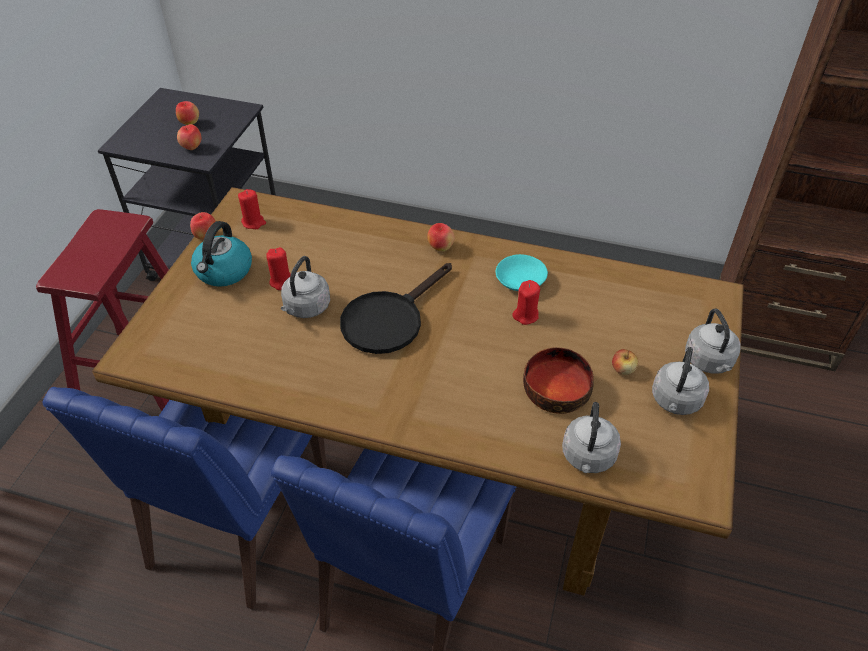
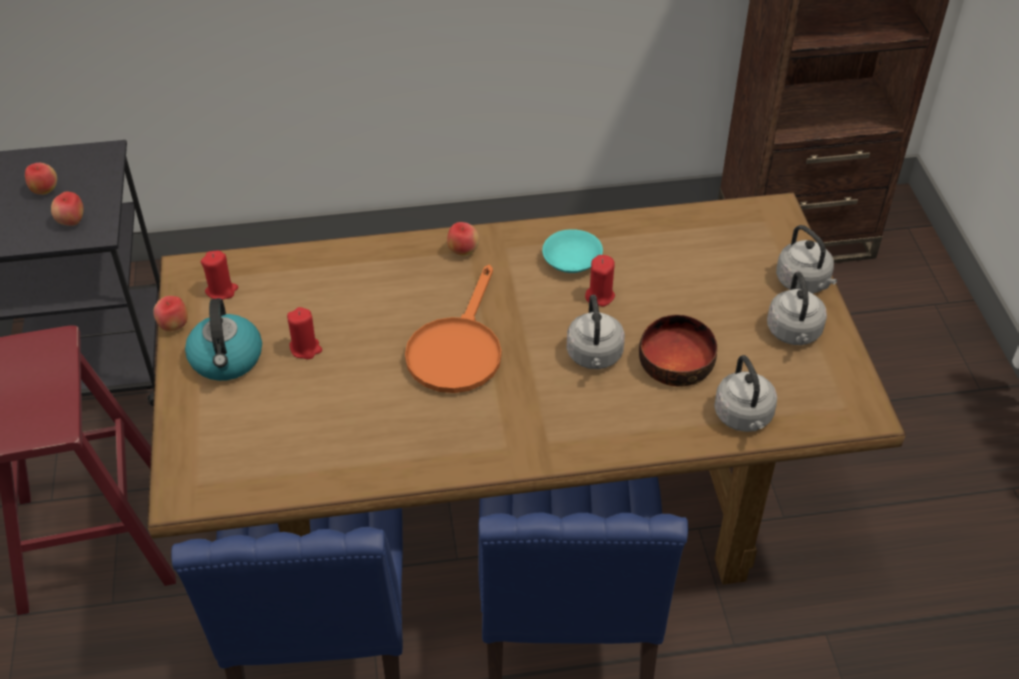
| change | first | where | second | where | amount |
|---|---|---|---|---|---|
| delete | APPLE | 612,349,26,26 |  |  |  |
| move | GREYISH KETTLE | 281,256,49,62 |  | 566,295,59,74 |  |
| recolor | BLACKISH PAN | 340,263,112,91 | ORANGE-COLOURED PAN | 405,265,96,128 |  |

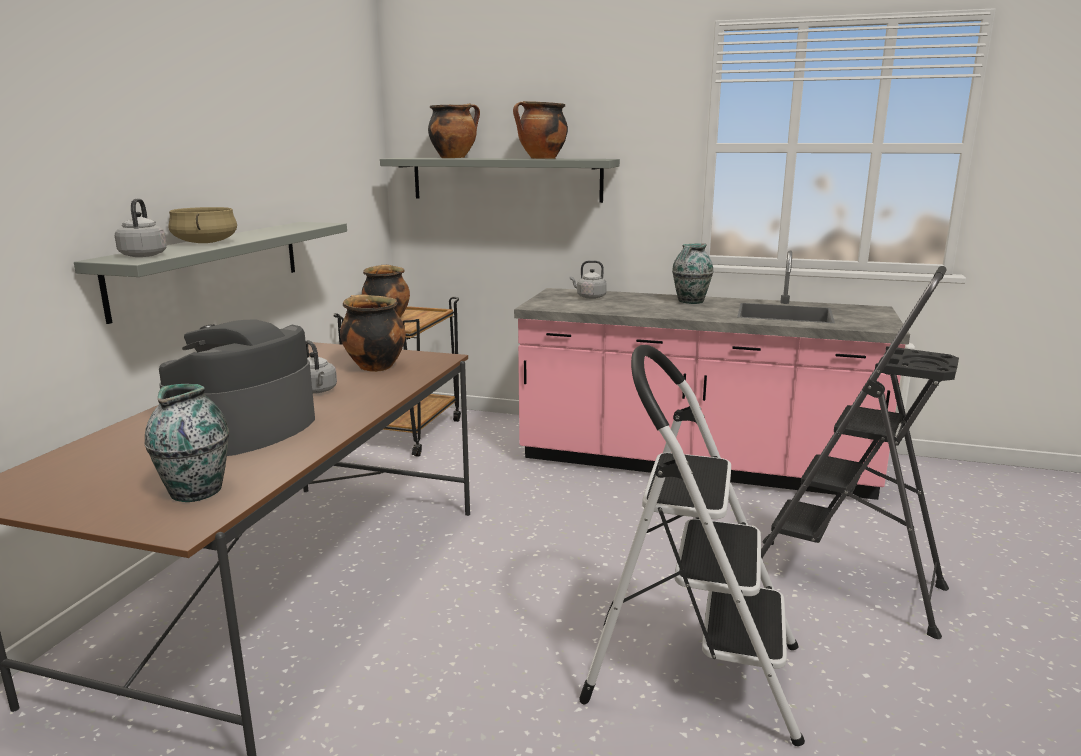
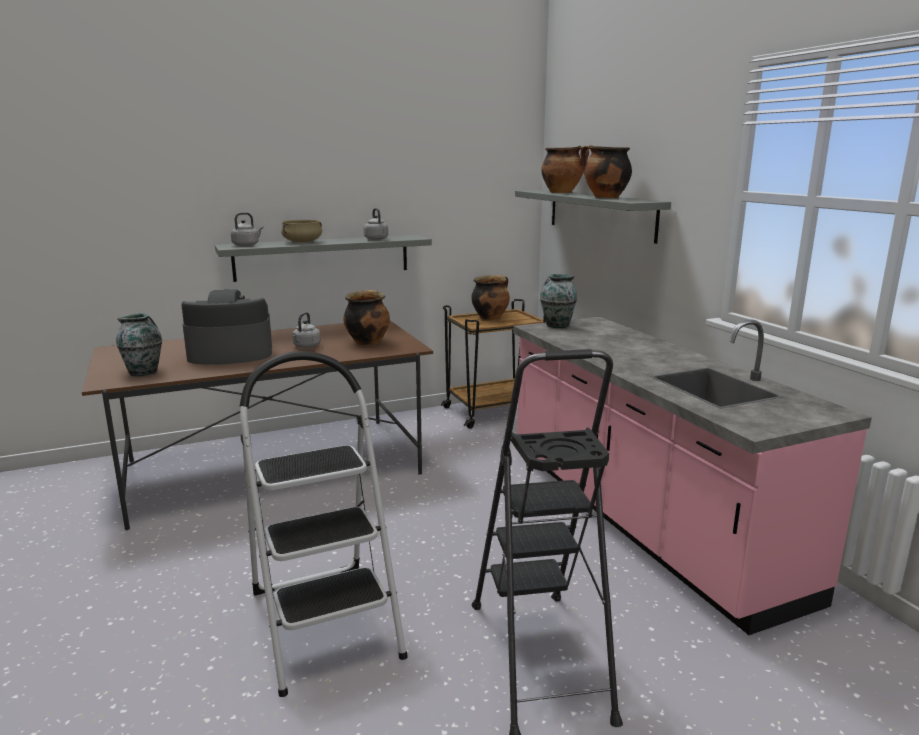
| change | first | where | second | where | amount |
|---|---|---|---|---|---|
| move | GREYISH KETTLE | 570,260,37,39 |  | 364,208,24,32 |  |
| move | FLOWER VASE | 672,243,41,61 |  | 540,274,37,54 |  |

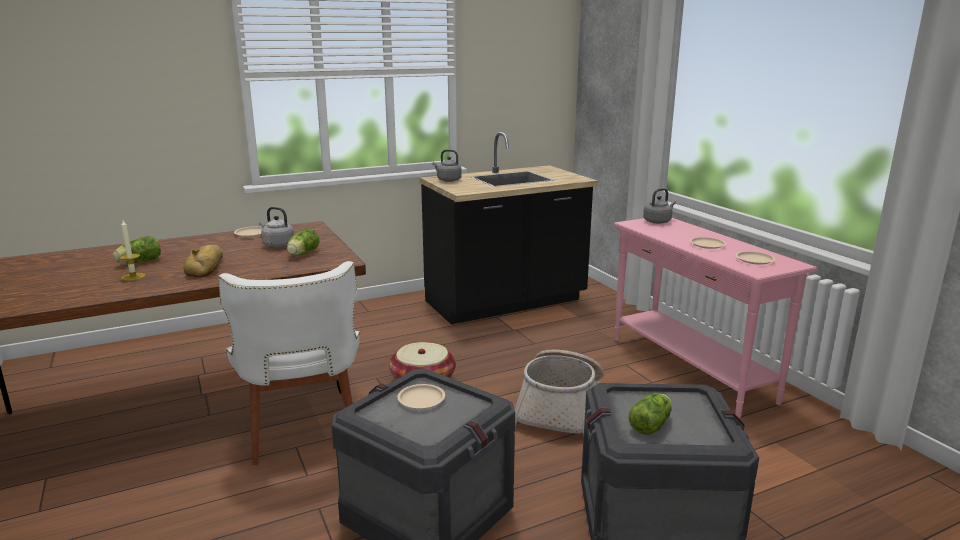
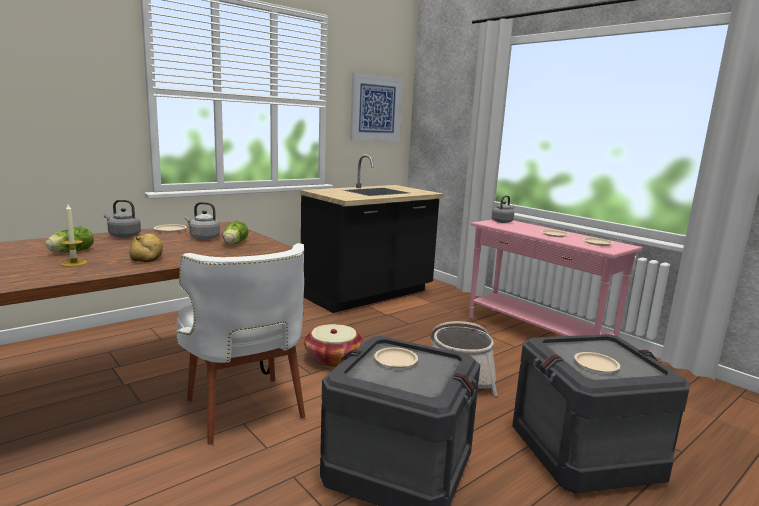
| change | first | where | second | where | amount |
|---|---|---|---|---|---|
| insert |  |  | WALL ART | 350,72,53,69 |  |
| move | GREYISH KETTLE | 433,150,29,32 |  | 104,200,37,38 |  |
| replace | LETTUCE HEAD | 629,393,43,42 | BEIGE PLATE | 574,352,46,20 |  |

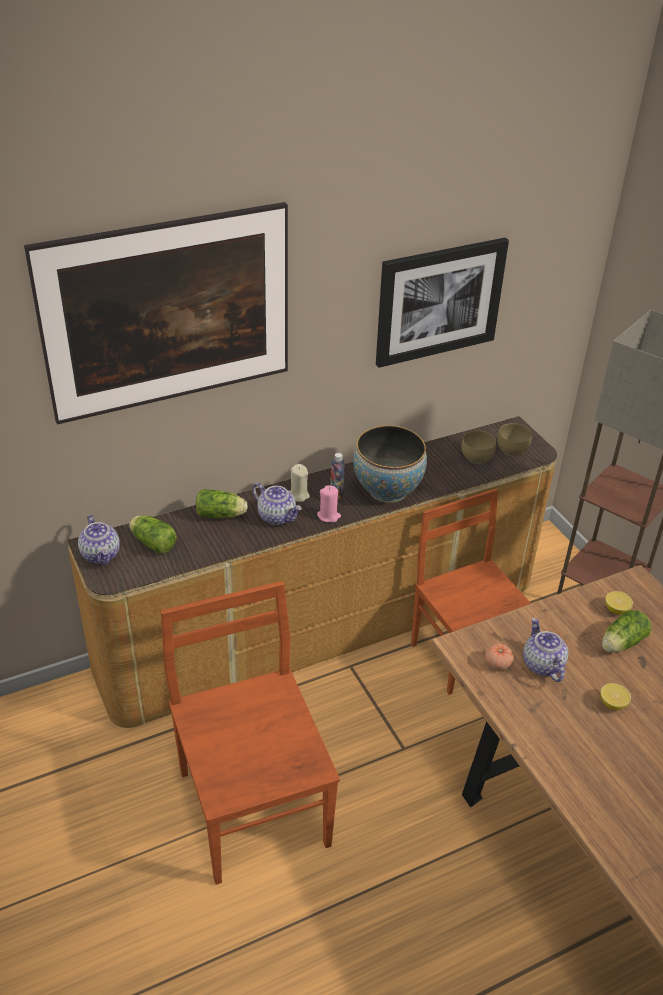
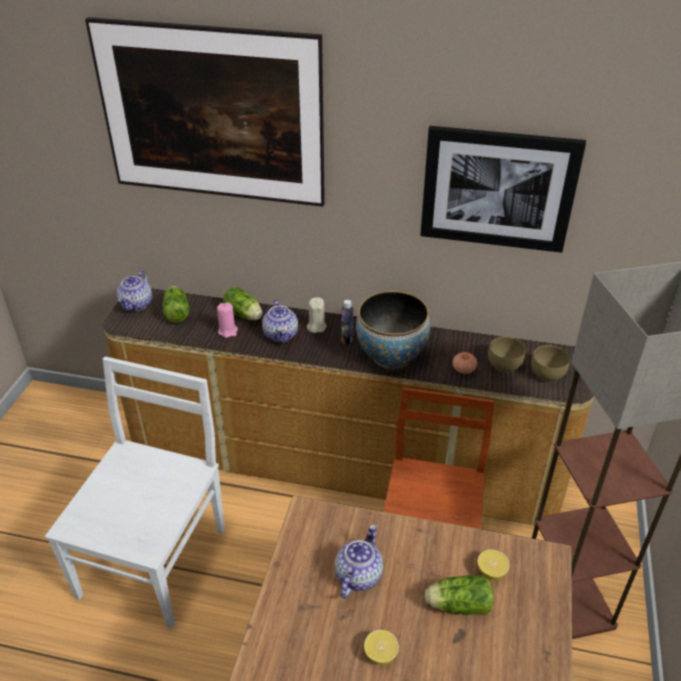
| change | first | where | second | where | amount |
|---|---|---|---|---|---|
| move | PINKISH CANDLE | 317,485,24,37 |  | 217,302,21,36 |  |
| move | WHOLE TOMATO | 485,644,29,26 |  | 452,352,26,22 |  |
| recolor | BROWNISH PLAIN CHAIR | 161,581,179,304 | WHITE-COLOURED PLAIN CHAIR | 45,357,180,272 |  |

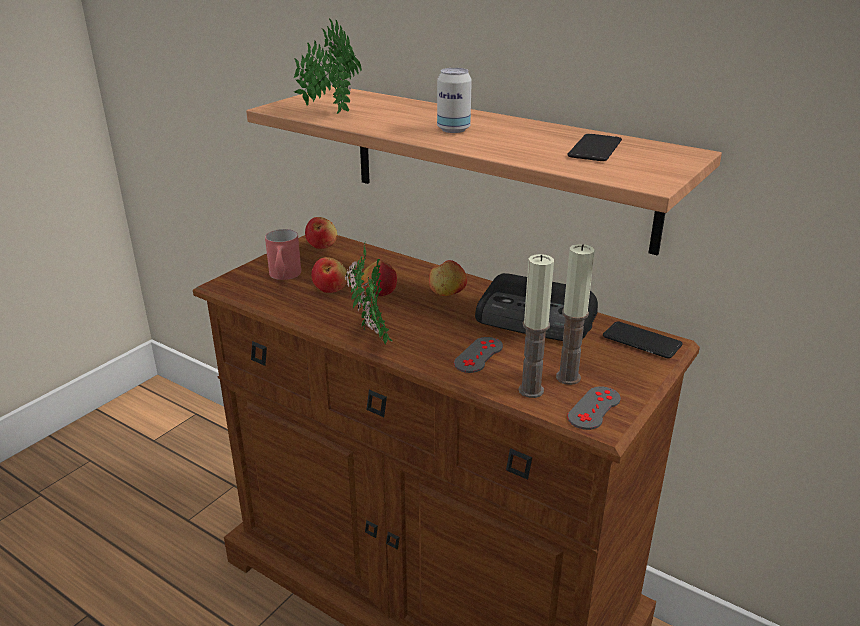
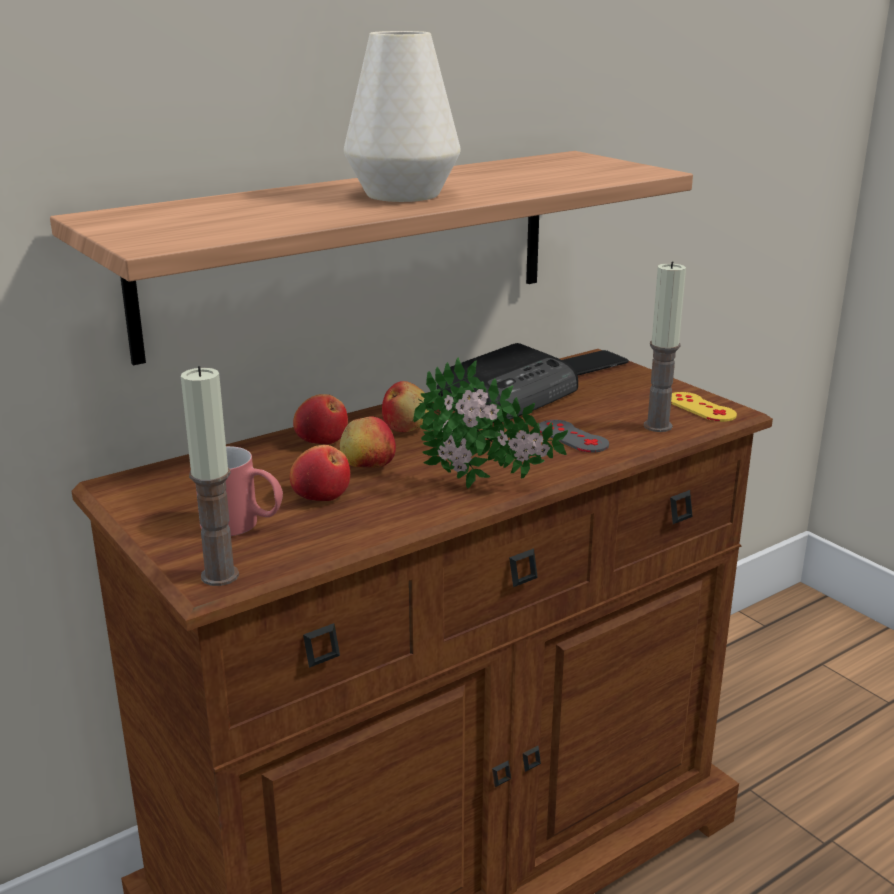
| change | first | where | second | where | amount |
|---|---|---|---|---|---|
| delete | POTTED PLANT | 294,19,68,95 |  |  |  |
| delete | HANDSET | 567,134,55,27 |  |  |  |
| move | APPLE | 305,217,32,32 |  | 293,394,55,51 |  |
| move | CANDLE | 556,244,39,141 |  | 181,366,58,220 |  |
| replace | SEALED CAN | 437,68,35,65 | WHITE-COLOURED FLOWER VASE | 344,31,116,171 |  |
| recolor | GREYISH GAME CONTROLLER | 567,387,54,43 | YELLOW-COLOURED GAME CONTROLLER | 671,392,66,30 |  |

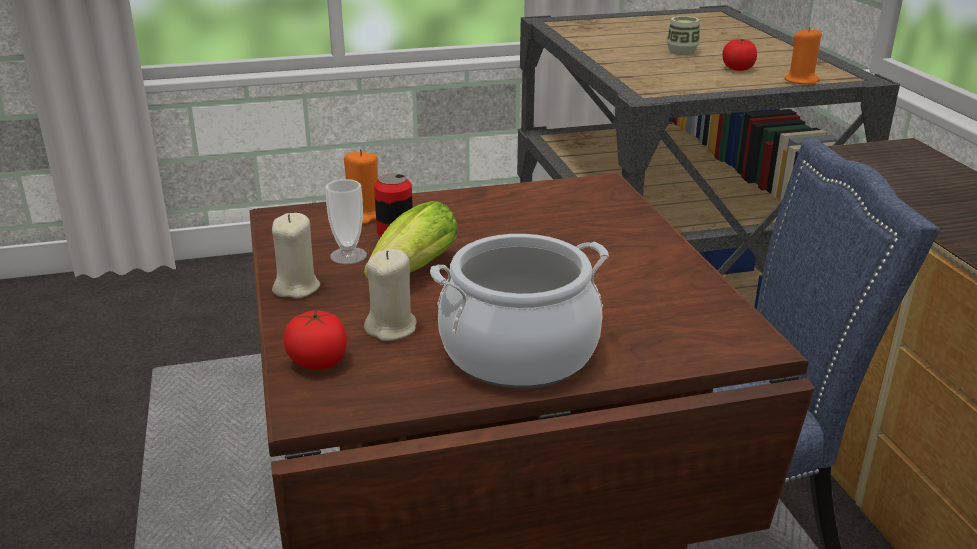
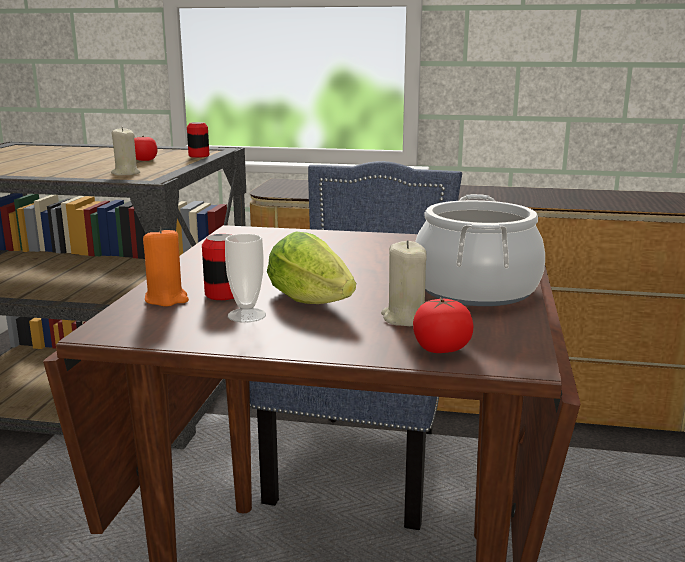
| change | first | where | second | where | amount |
|---|---|---|---|---|---|
| delete | DRINKING CUP | 667,16,32,39 |  |  |  |
| move | BEIGE CANDLE | 272,213,48,86 |  | 111,127,29,49 |  |
| replace | ORANGE-COLOURED CANDLE | 784,27,38,58 | SEALED CAN | 187,122,22,36 |  |

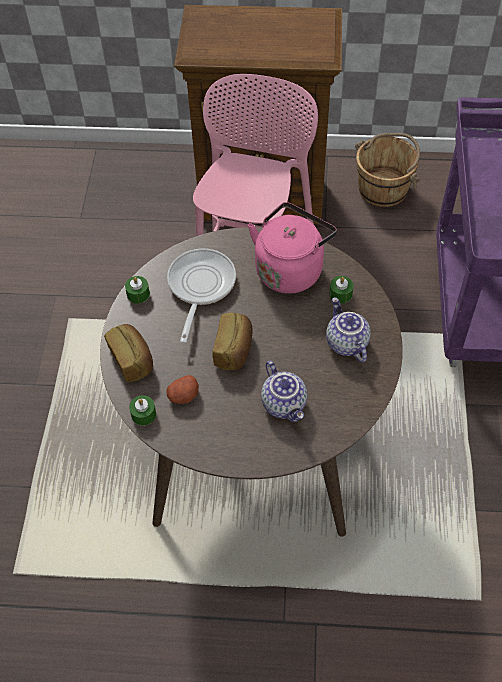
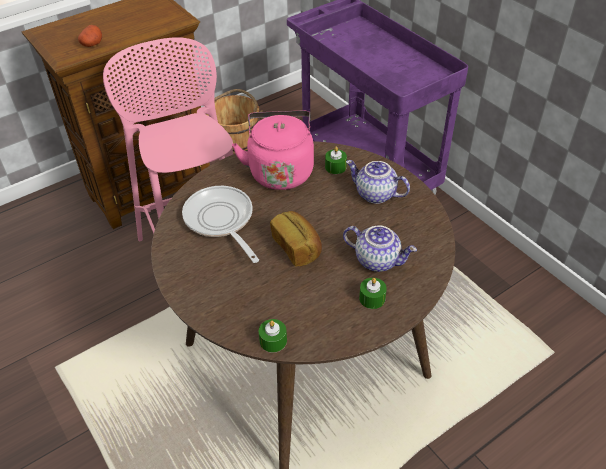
| change | first | where | second | where | amount |
|---|---|---|---|---|---|
| delete | BREAD | 104,324,49,58 |  |  |  |
| move | GREEN-COLOURED CANDLE | 125,276,25,28 |  | 359,278,28,31 |  |
| move | SPUD | 166,375,33,29 |  | 78,25,24,22 |  |

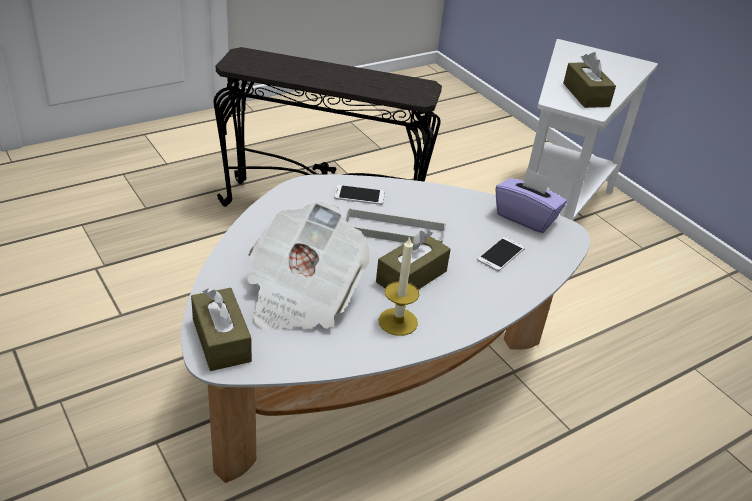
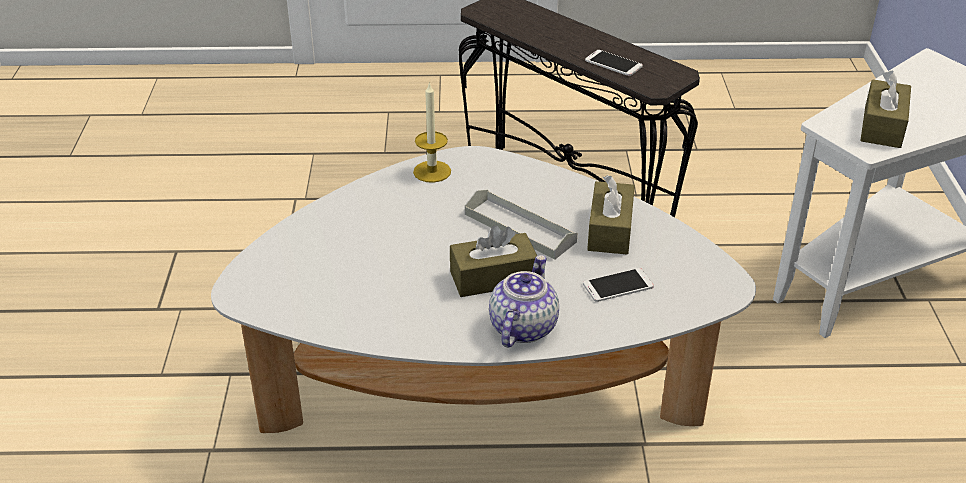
| change | first | where | second | where | amount |
|---|---|---|---|---|---|
| delete | NEWSPAPER | 247,202,123,128 |  |  |  |
| delete | PURPLE-COLOURED TISSUE BOX | 495,168,72,65 |  |  |  |
| insert |  |  | TEA POT | 489,255,70,92 |  |
| move | BROWNISH TISSUE BOX | 191,288,61,83 |  | 587,175,48,80 |  |
| move | HANDSET | 334,185,51,20 |  | 585,50,58,26 |  |
| move | CANDLE | 378,236,41,100 |  | 413,82,38,101 |  |

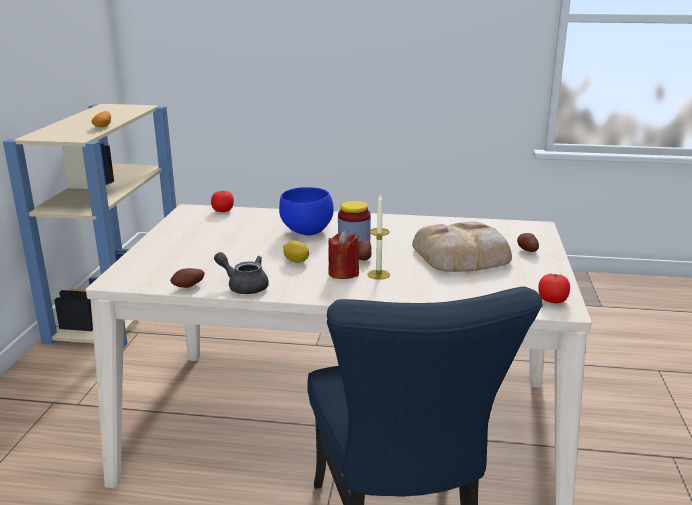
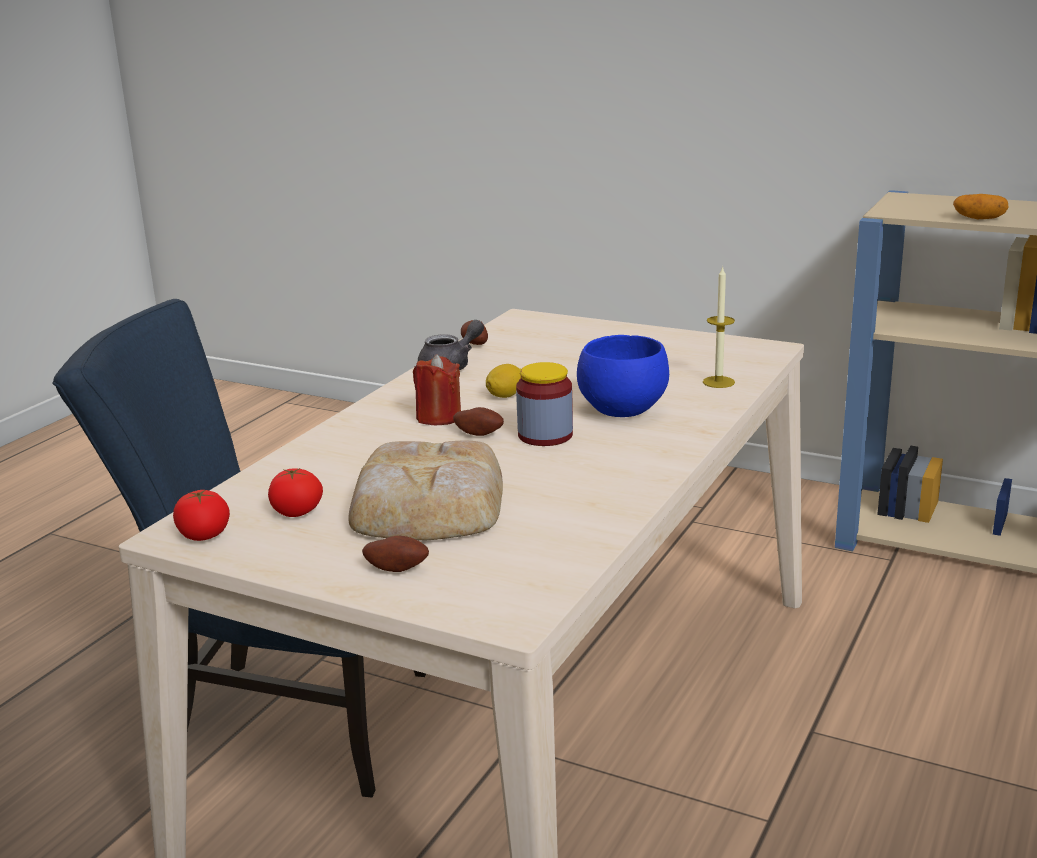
| change | first | where | second | where | amount |
|---|---|---|---|---|---|
| move | WHOLE TOMATO | 211,191,23,21 |  | 268,468,55,49 |  |
| move | CANDLE | 367,193,23,87 |  | 703,266,32,122 |  |

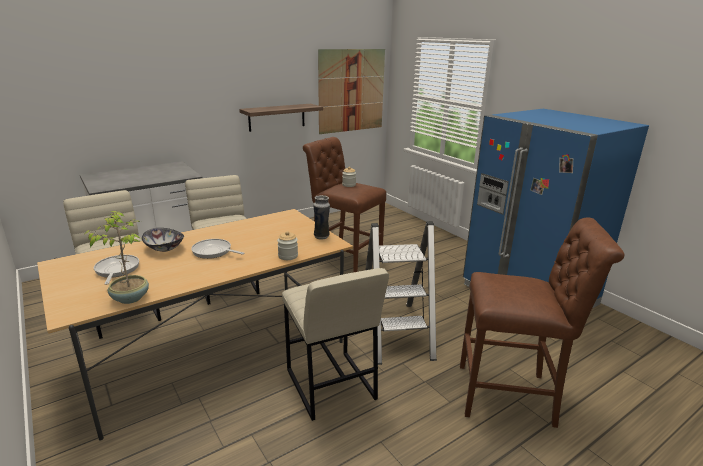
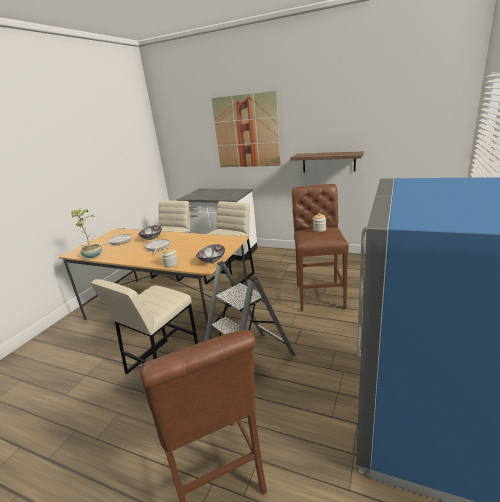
| change | first | where | second | where | amount |
|---|---|---|---|---|---|
| move | WALL ART | 318,49,67,85 |  | 211,91,70,76 |  |
| replace | FLOWER VASE | 314,195,16,45 | DEEP DISH | 196,244,29,19 |  |

